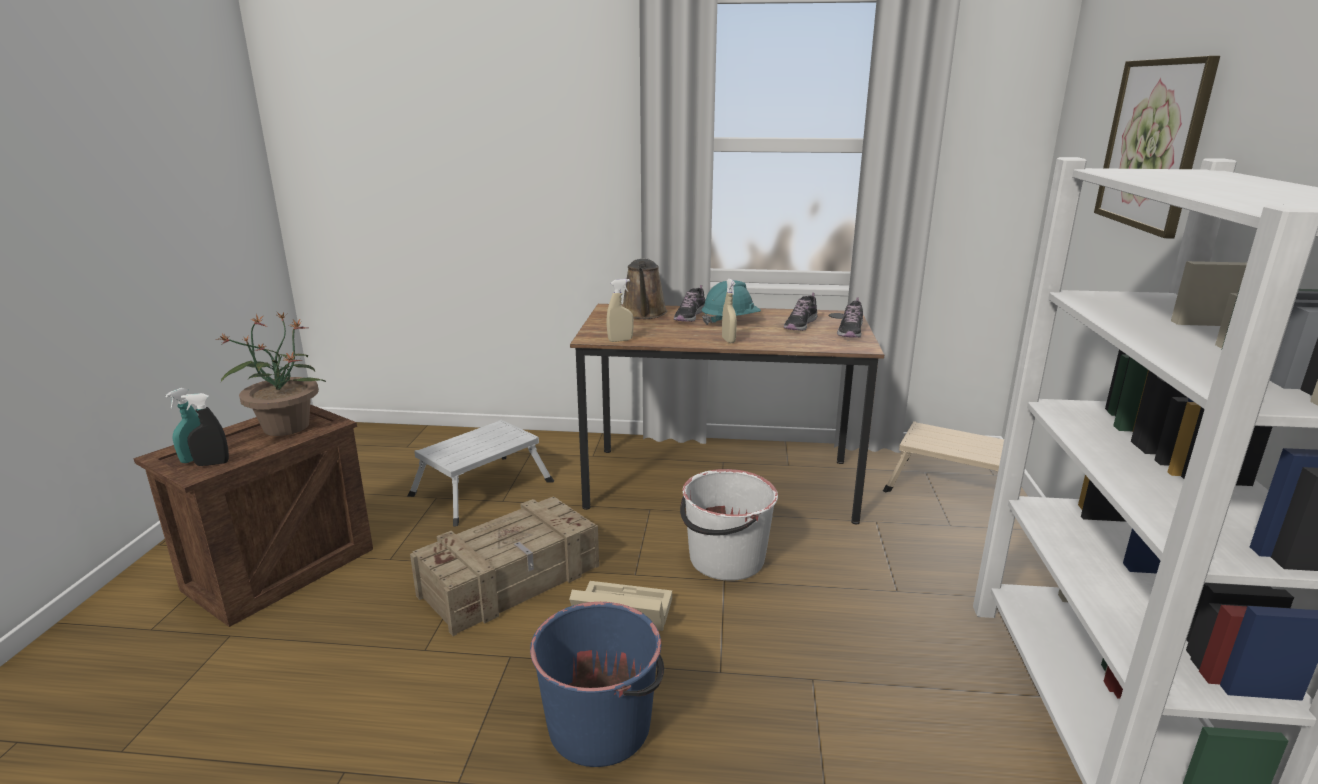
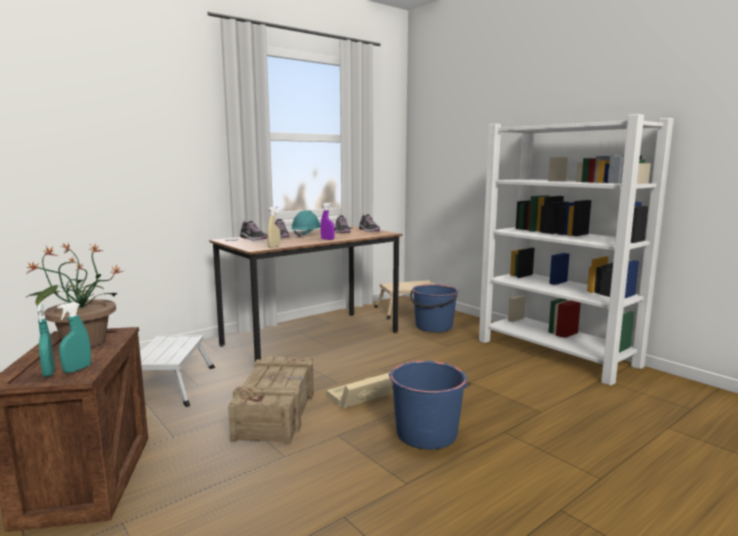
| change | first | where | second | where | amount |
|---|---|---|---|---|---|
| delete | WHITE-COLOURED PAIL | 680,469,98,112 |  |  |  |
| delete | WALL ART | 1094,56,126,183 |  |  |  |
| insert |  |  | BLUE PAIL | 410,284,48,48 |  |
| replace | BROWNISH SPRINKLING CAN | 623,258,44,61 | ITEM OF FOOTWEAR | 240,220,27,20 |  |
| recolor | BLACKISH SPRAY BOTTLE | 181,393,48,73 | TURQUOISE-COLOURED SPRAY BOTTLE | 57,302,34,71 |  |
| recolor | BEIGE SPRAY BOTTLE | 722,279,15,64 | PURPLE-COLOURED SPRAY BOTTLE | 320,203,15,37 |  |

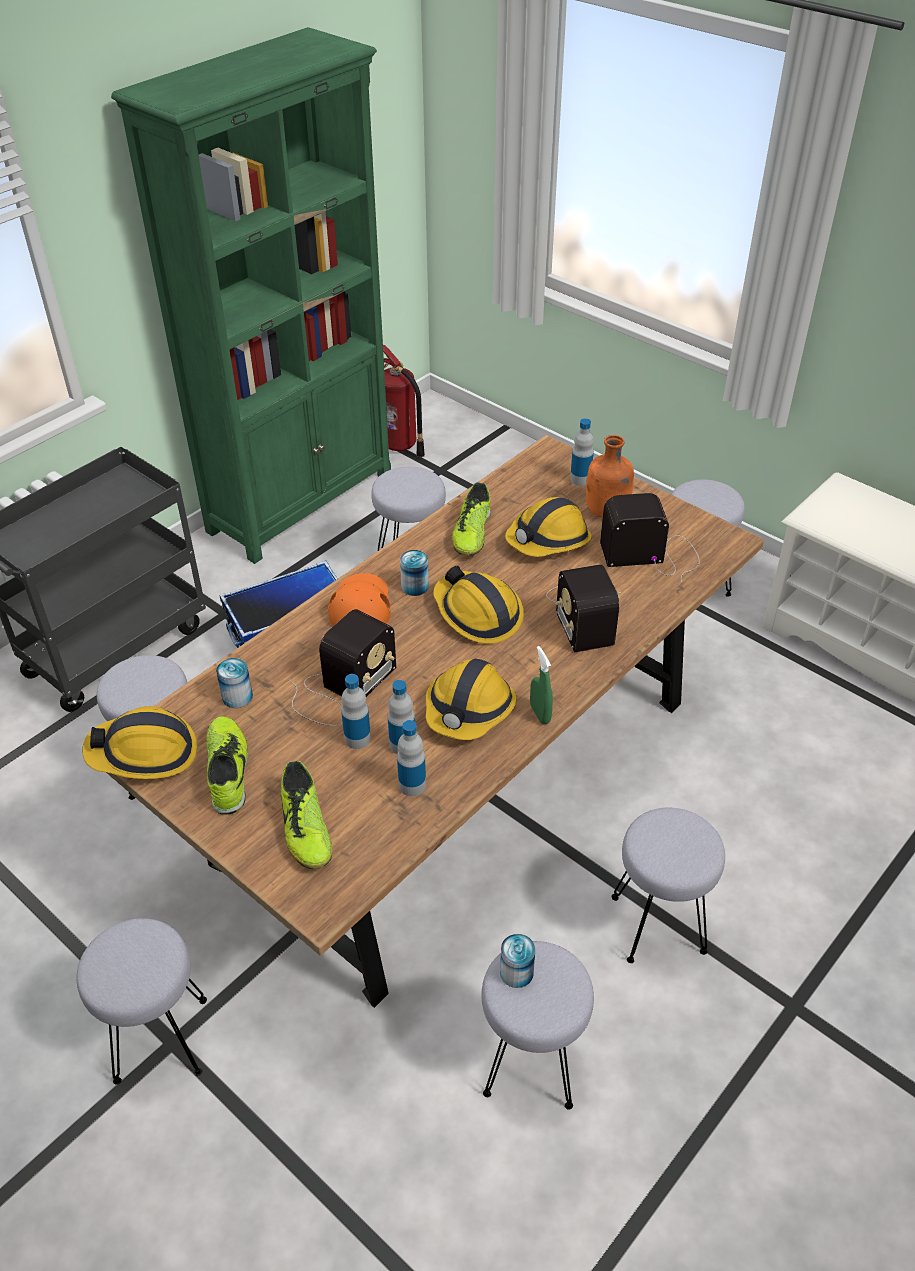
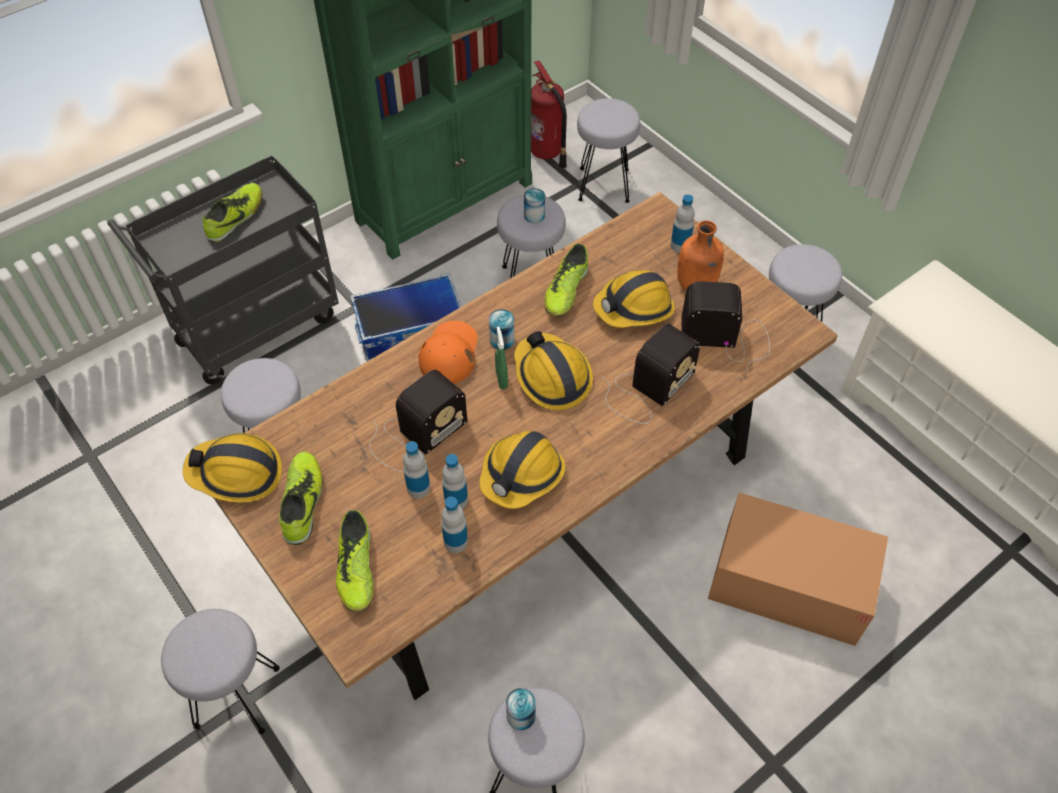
| change | first | where | second | where | amount |
|---|---|---|---|---|---|
| insert |  |  | ITEM OF FOOTWEAR | 202,183,60,60 |  |
| insert |  |  | CARDBOARD BOX | 708,493,180,153 |  |
| move | SEALED CAN | 216,658,37,50 |  | 524,188,21,35 |  |
| move | GREEN-COLOURED SPRAY BOTTLE | 530,646,23,78 |  | 495,326,13,63 |  |
| move | GREYISH STOOL | 612,808,113,155 |  | 577,98,63,105 |  |
| rotate | RADIO SET | 546,564,76,88 |  | 602,323,98,101 | 135 degrees counterclockwise |

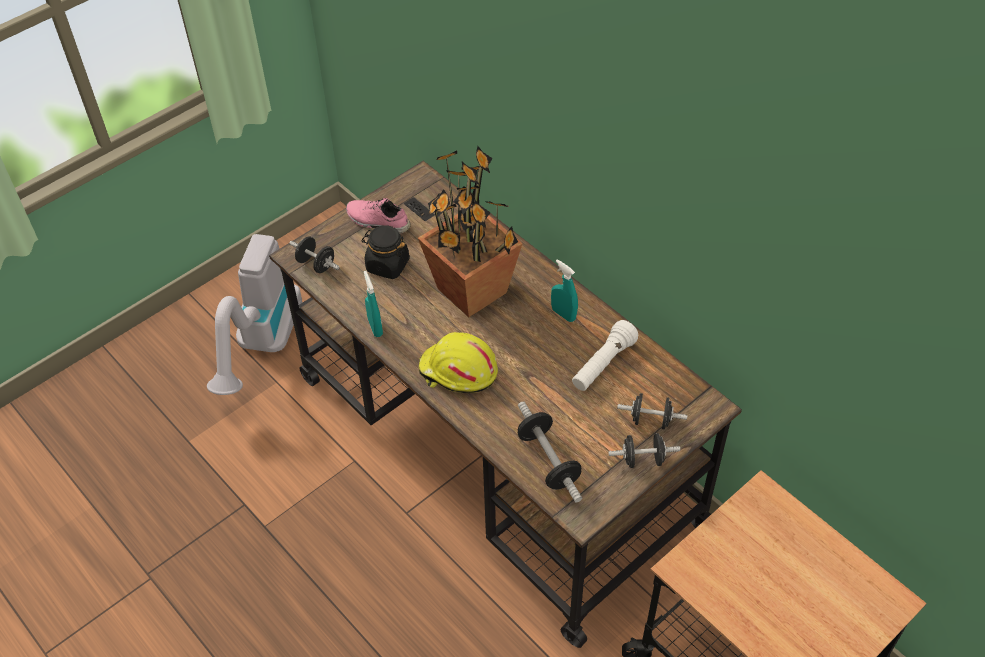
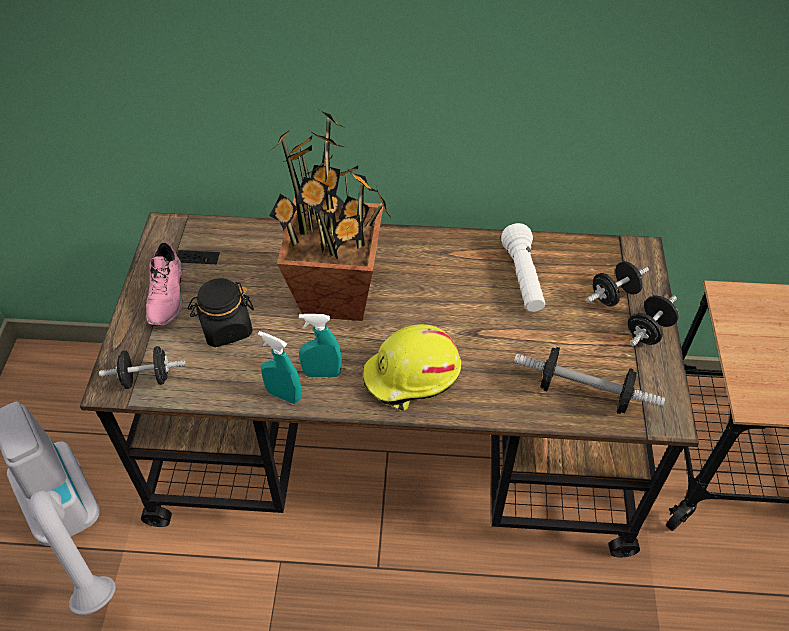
| change | first | where | second | where | amount |
|---|---|---|---|---|---|
| move | TURQUOISE-COLOURED SPRAY BOTTLE | 551,259,27,63 |  | 299,314,43,63 |  |
| rotate | PINKISH ITEM OF FOOTWEAR | 346,198,65,36 |  | 146,242,37,84 | 75 degrees counterclockwise |

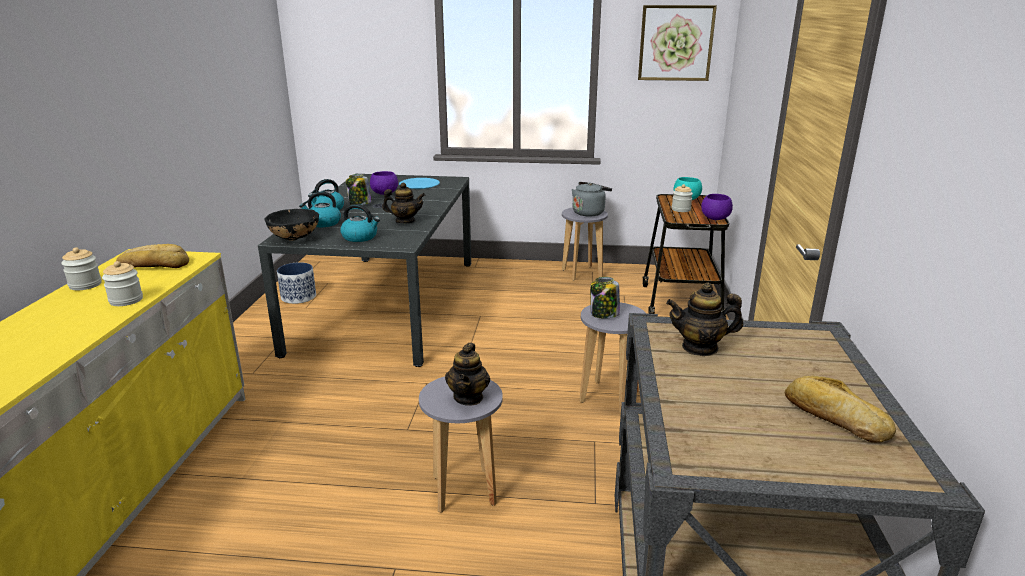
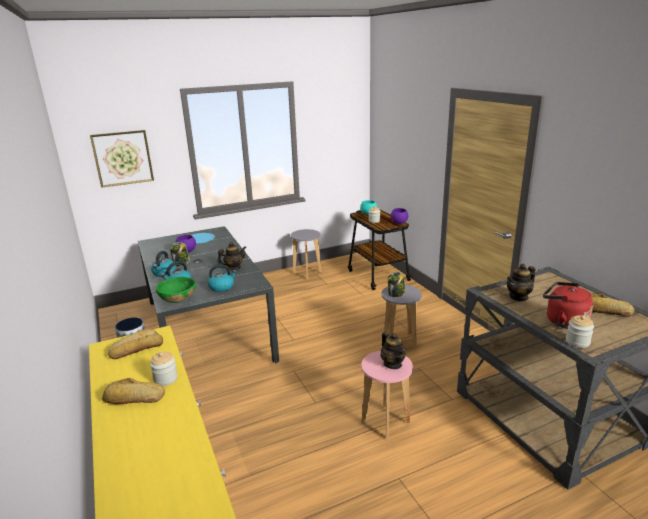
| change | first | where | second | where | amount |
|---|---|---|---|---|---|
| delete | GREYISH KETTLE | 572,182,40,34 |  |  |  |
| insert |  |  | BREAD | 102,378,63,26 |  |
| insert |  |  | REDDISH KETTLE | 543,282,51,47 |  |
| move | PRESERVE JAR | 61,247,41,43 |  | 566,315,28,33 |  |
| move | WALL ART | 638,5,79,76 |  | 90,130,64,58 |  |
| recolor | BLACKISH DEEP DISH | 264,209,55,32 | GREEN-COLOURED DEEP DISH | 156,276,40,27 |  |
| recolor | GREYISH STOOL | 419,377,84,136 | PINKISH STOOL | 361,351,52,88 |  |

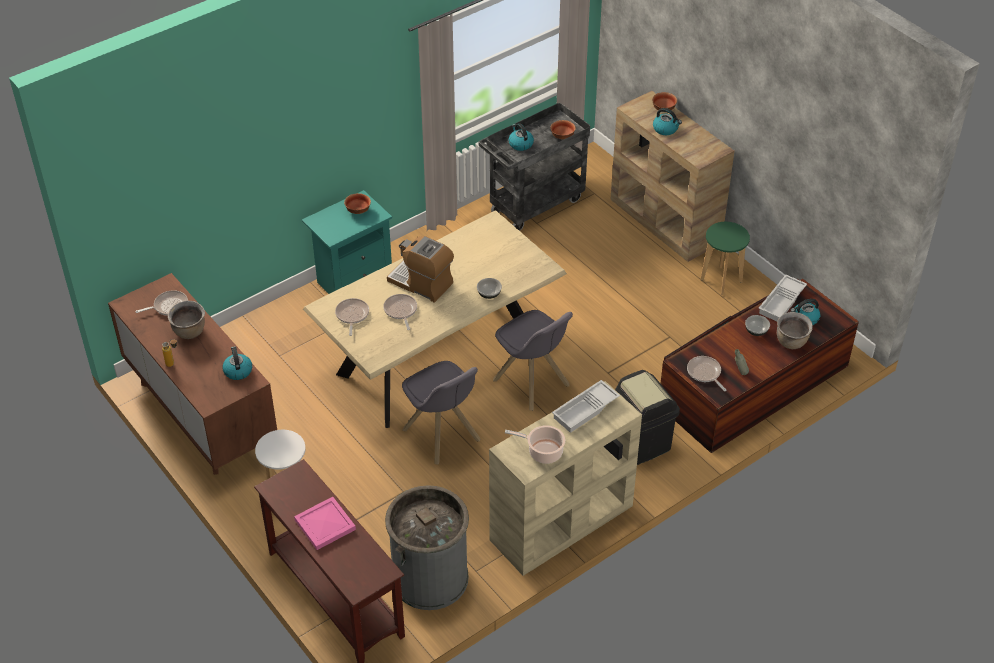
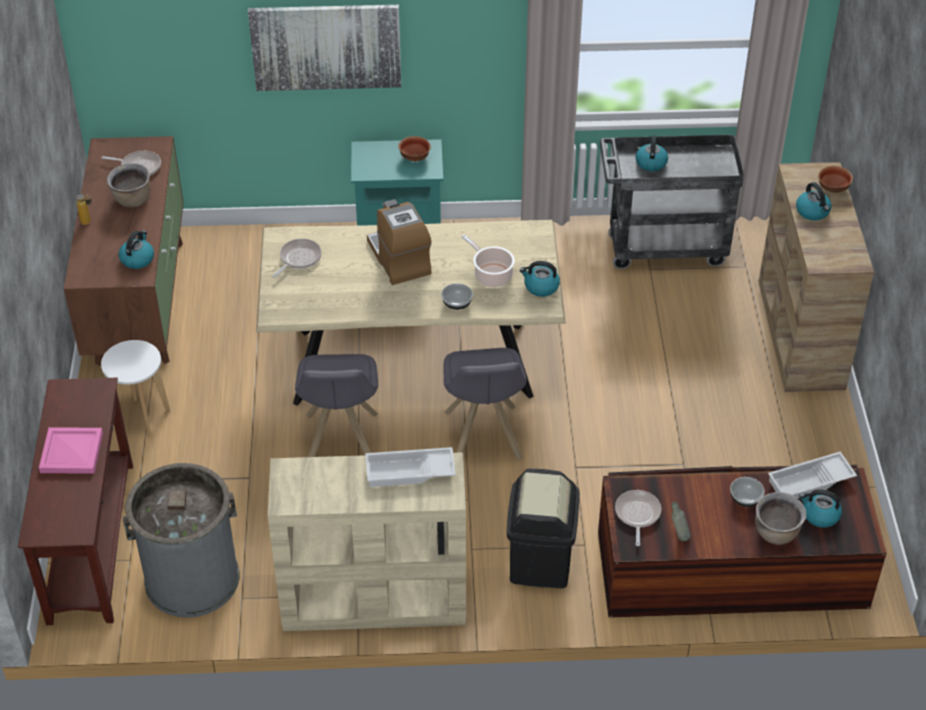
| change | first | where | second | where | amount |
|---|---|---|---|---|---|
| delete | PAN | 383,294,34,36 |  |  |  |
| delete | DEEP DISH | 550,120,26,20 |  |  |  |
| delete | GREEN-COLOURED STOOL | 700,222,50,73 |  |  |  |
| insert |  |  | WALL ART | 248,5,153,86 |  |
| insert |  |  | KETTLE | 520,261,40,36 |  |
| move | SAUCEPOT | 505,425,60,39 |  | 462,235,53,52 |  |

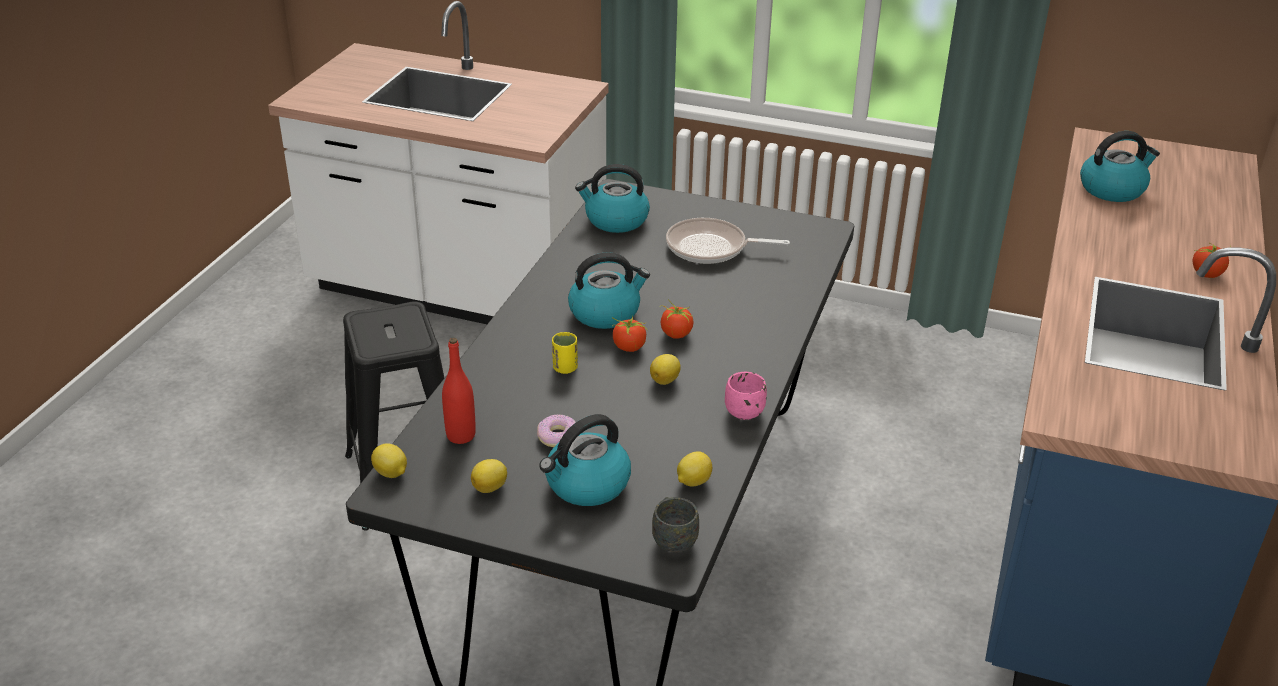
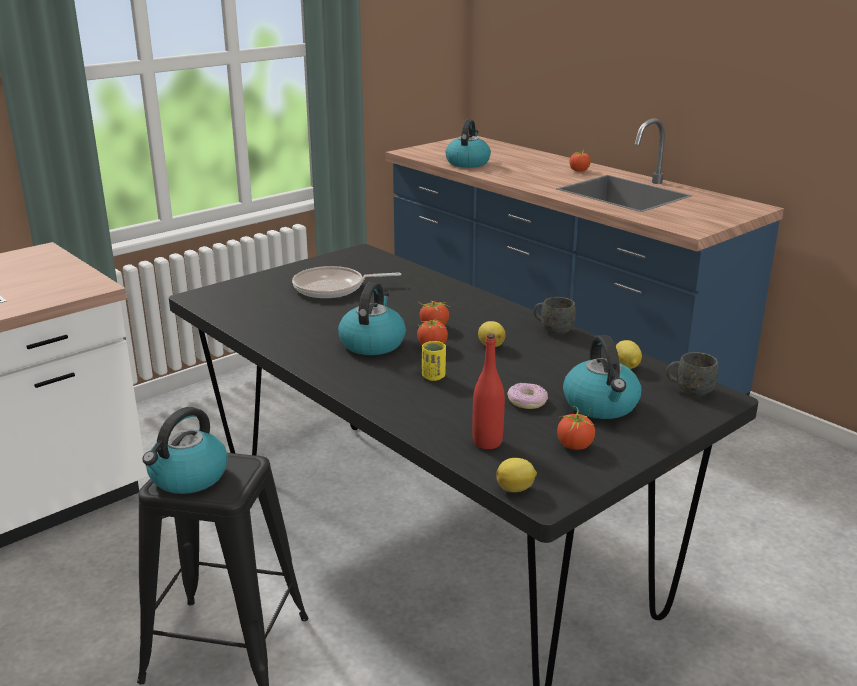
| change | first | where | second | where | amount |
|---|---|---|---|---|---|
| move | KETTLE | 575,164,75,69 |  | 142,407,86,87 |  |
| replace | CITRUS FRUIT | 471,459,36,34 | WHOLE TOMATO | 557,406,38,44 |  |
| recolor | PINKISH COFFEE MUG | 725,372,42,48 | GREYISH COFFEE MUG | 534,297,42,38 |  |
| rotate | PAN | 666,218,124,46 |  | 292,266,109,32 | 45 degrees clockwise |

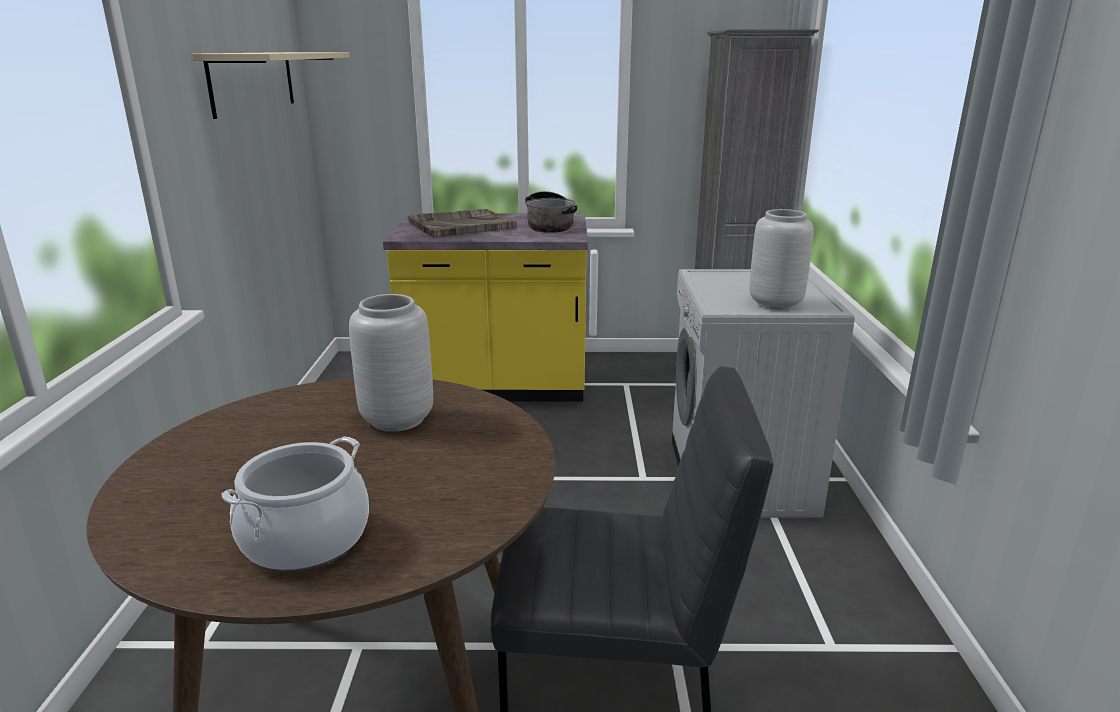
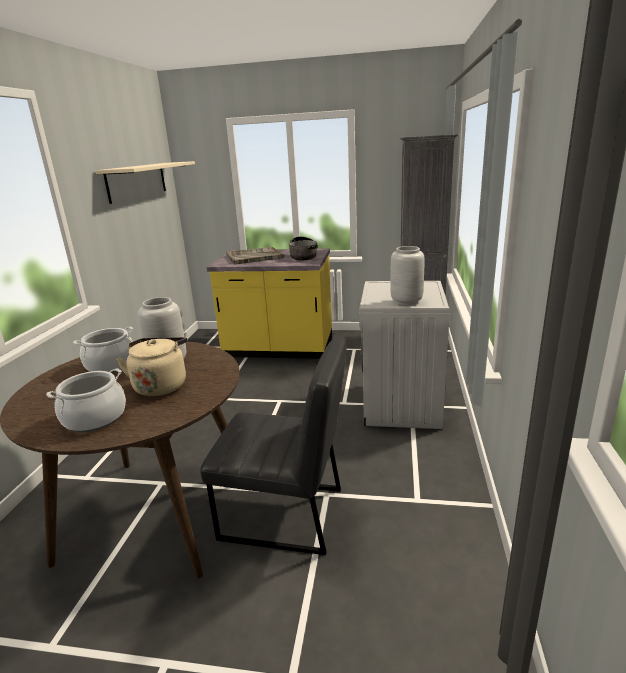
| change | first | where | second | where | amount |
|---|---|---|---|---|---|
| insert |  |  | SAUCEPOT | 73,327,61,46 |  |
| insert |  |  | BEIGE KETTLE | 116,337,71,59 |  |

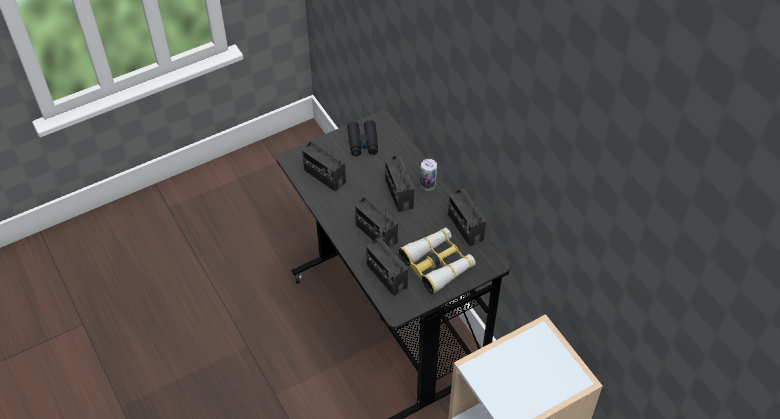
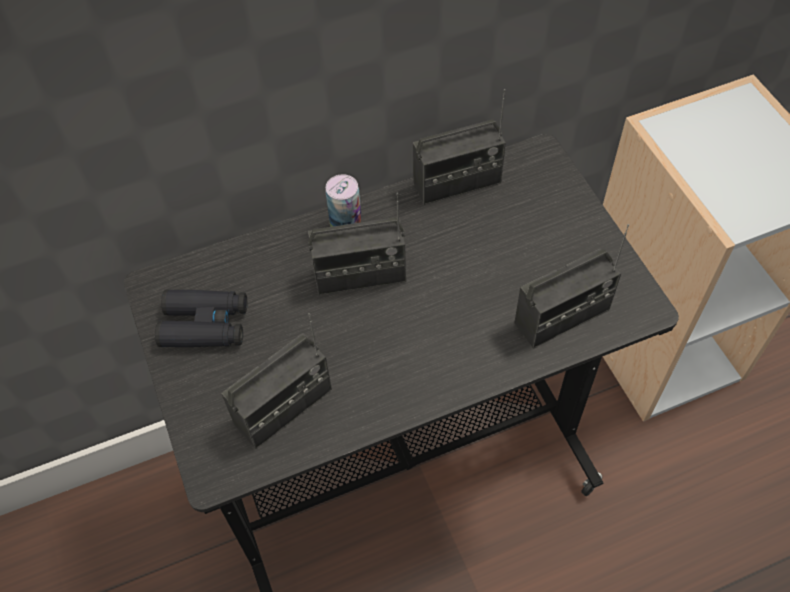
| change | first | where | second | where | amount |
|---|---|---|---|---|---|
| delete | RADIO SET | 355,197,43,51 |  |  |  |
| delete | FIELD GLASSES | 399,228,77,66 |  |  |  |

